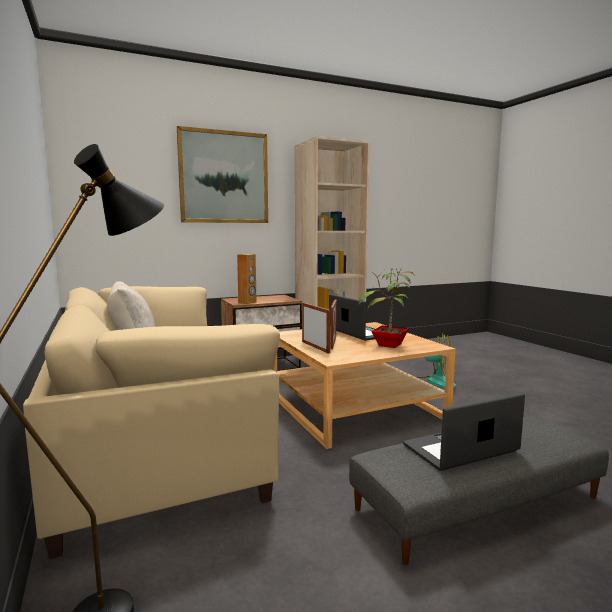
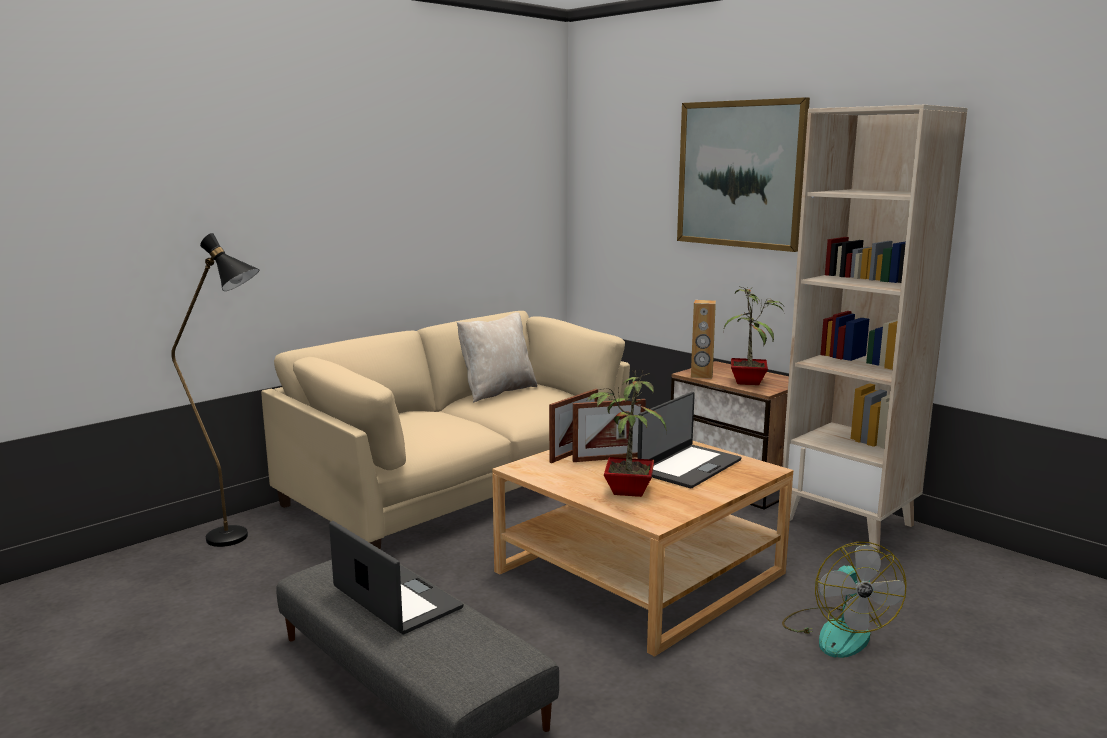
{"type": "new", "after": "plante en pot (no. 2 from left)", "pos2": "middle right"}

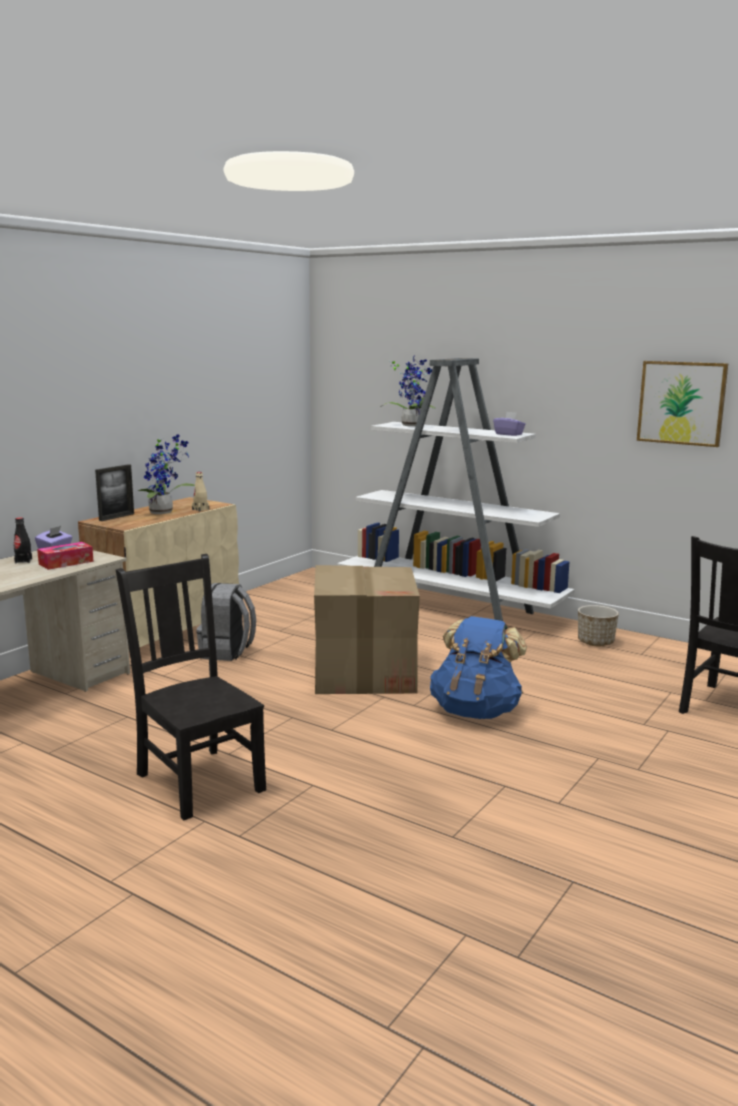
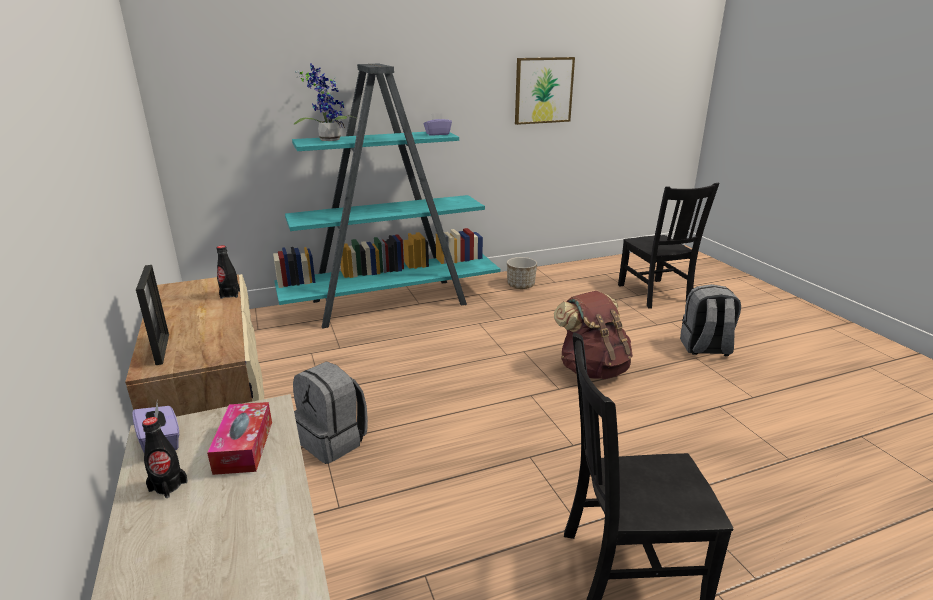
{"type": "gone", "before": "plante en pot (no. 1 from left)", "pos1": "middle left"}
{"type": "gone", "before": "carton", "pos1": "centre"}
{"type": "new", "after": "sac à dos (gris) (no. 2 from left)", "pos2": "middle right"}
{"type": "repainted", "before": "bouteille (beige)", "after": "bouteille (noir) (no. 2 from left)", "pos1": "middle left", "pos2": "middle left"}
{"type": "repainted", "before": "bibliothèque (blanc)", "after": "bibliothèque (turquoise)", "pos1": "centre", "pos2": "top centre"}
{"type": "repainted", "before": "sac à dos (bleu)", "after": "sac à dos (marron)", "pos1": "centre", "pos2": "centre"}

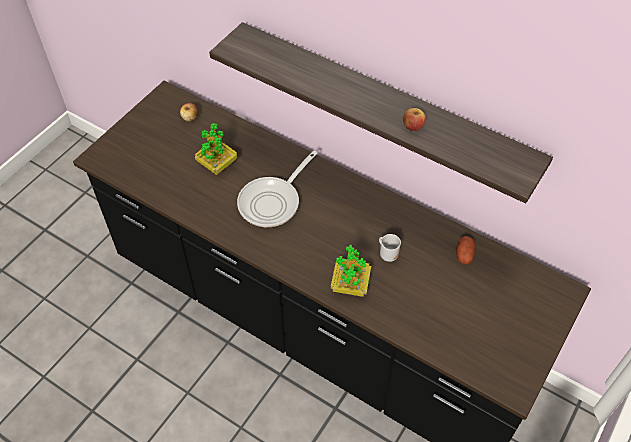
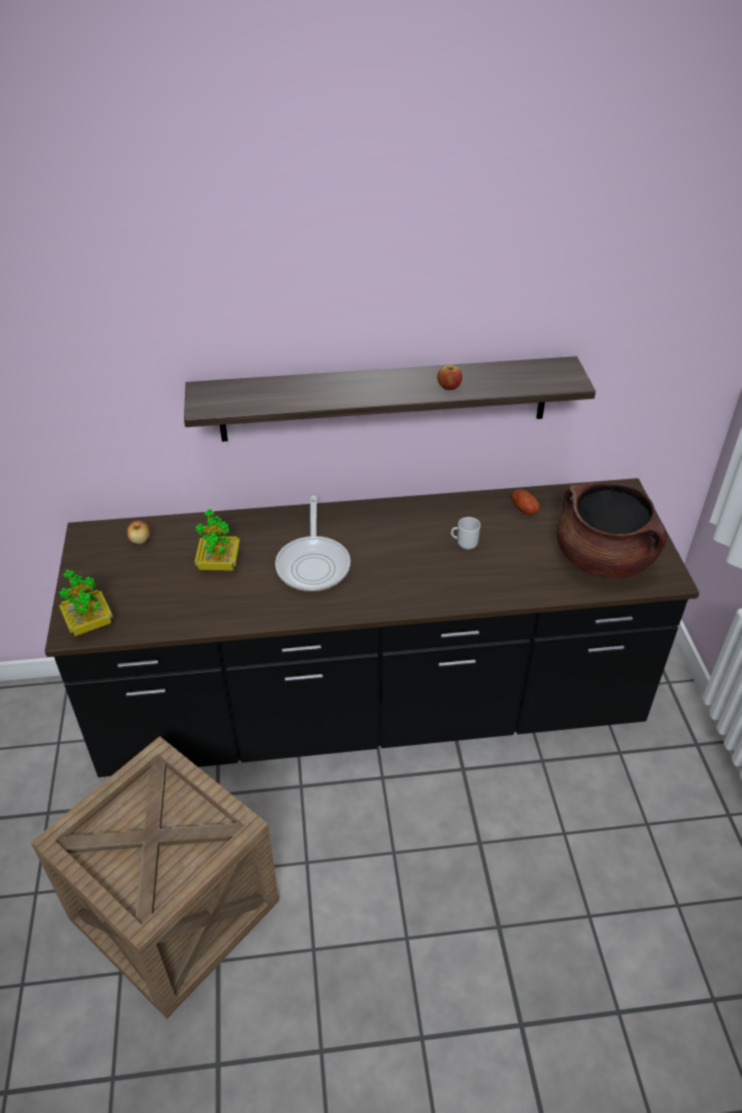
{"type": "new", "after": "caisse", "pos2": "bottom left"}
{"type": "new", "after": "marmite (marron)", "pos2": "middle right"}
{"type": "shifted", "before": "plante en pot (no. 2 from left in the first image)", "after": "plante en pot (no. 1 from left)", "pos1": "centre", "pos2": "middle left"}

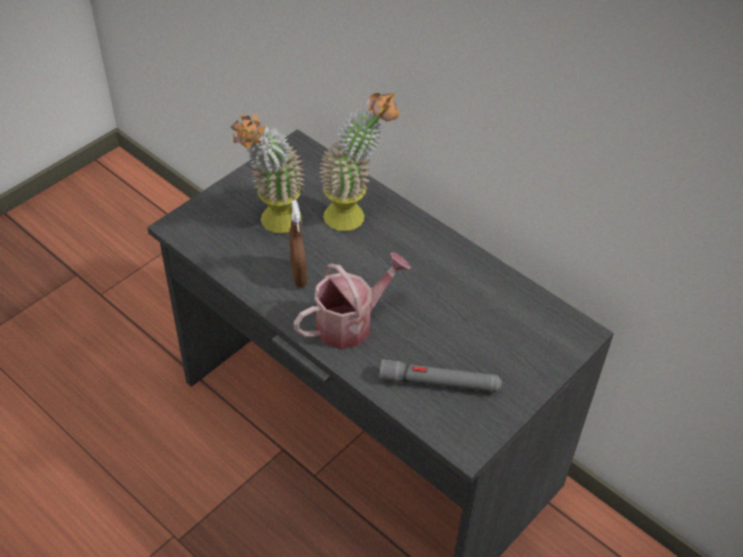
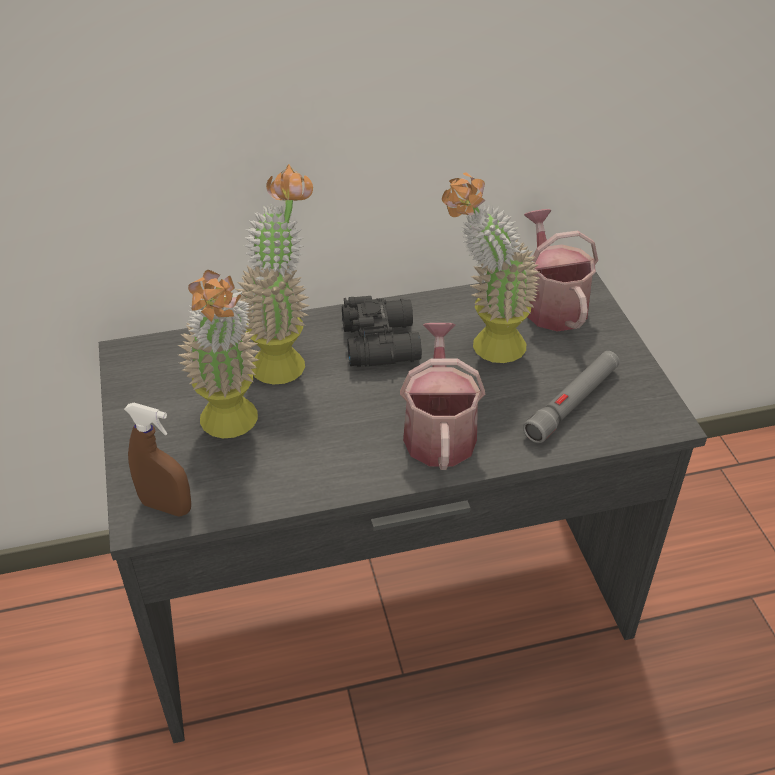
{"type": "new", "after": "jumelles (noir)", "pos2": "centre"}
{"type": "new", "after": "plante en pot (no. 3 from left)", "pos2": "centre"}
{"type": "new", "after": "arrosoir (no. 2 from left)", "pos2": "middle right"}
{"type": "shifted", "before": "vaporisateur (marron)", "pos1": "centre", "pos2": "middle left"}

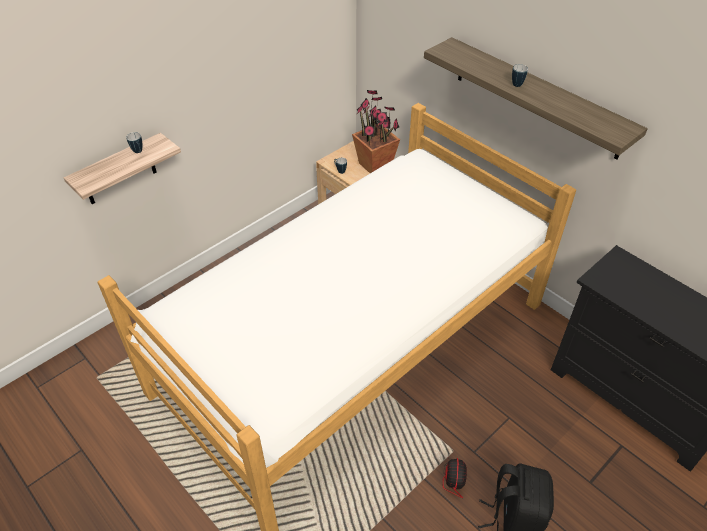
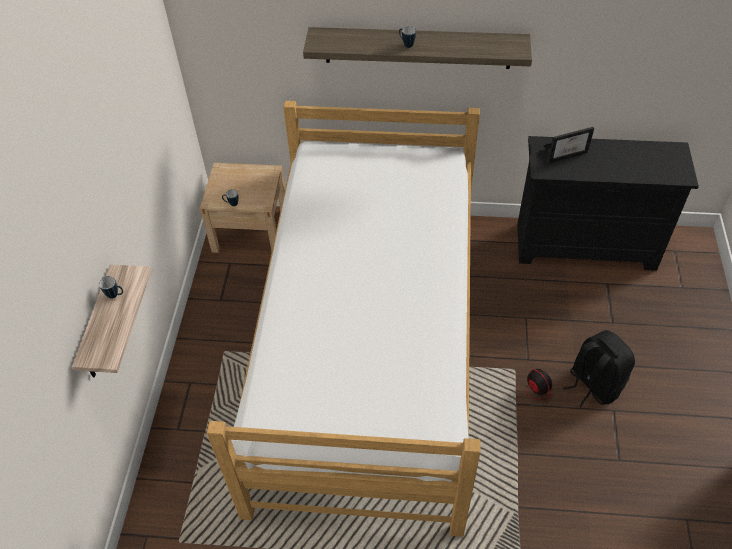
{"type": "gone", "before": "plante en pot", "pos1": "top centre"}
{"type": "new", "after": "cadre photo", "pos2": "top right"}

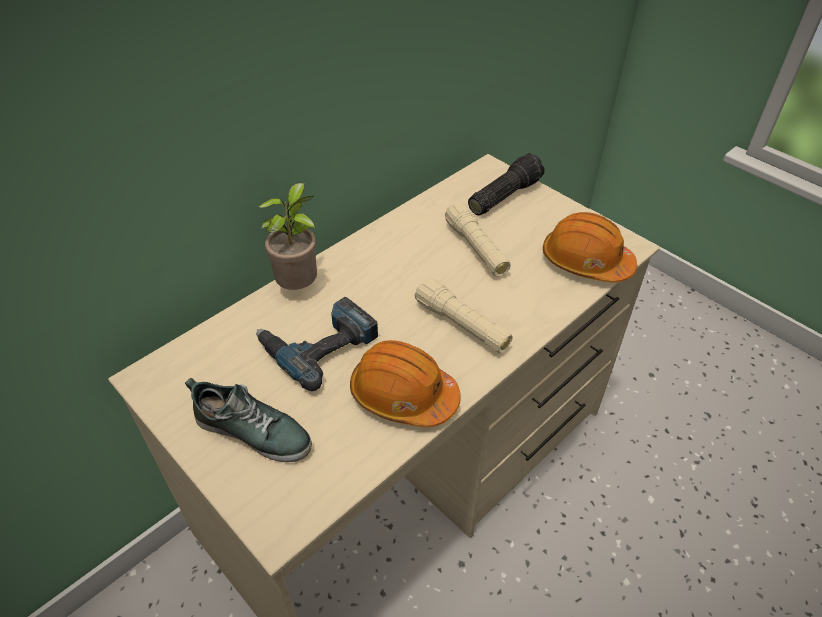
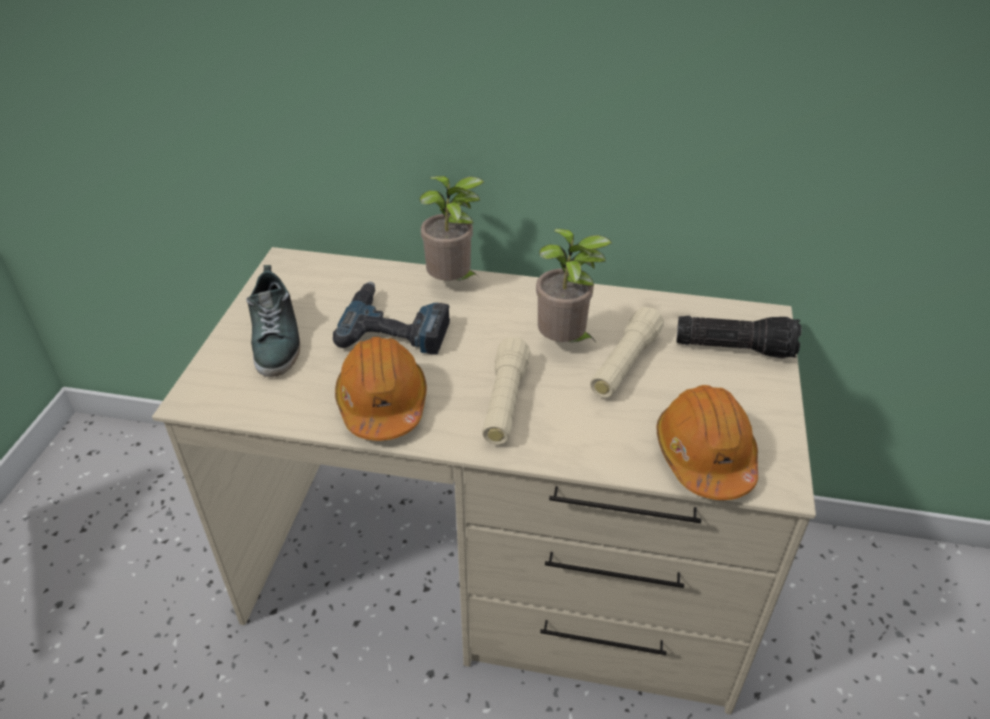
{"type": "new", "after": "plante en pot (no. 2 from left)", "pos2": "centre"}

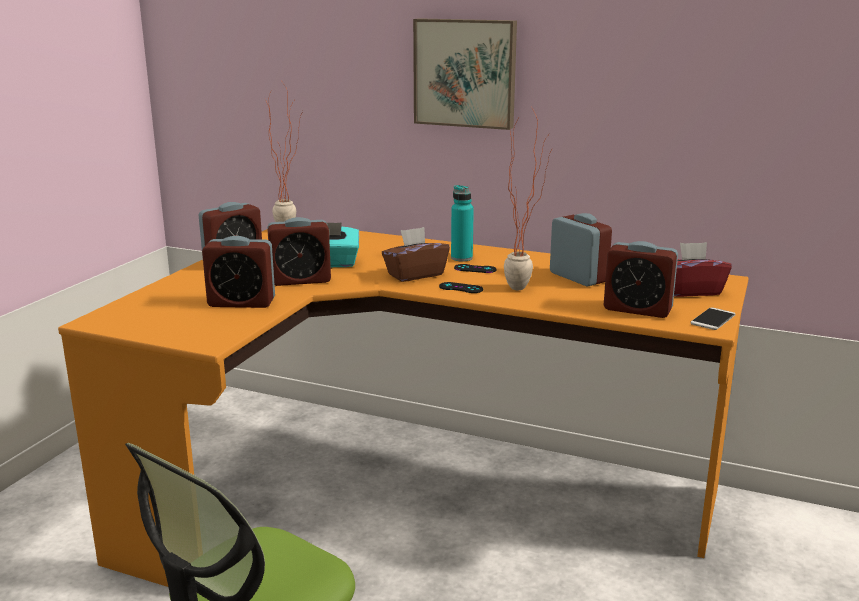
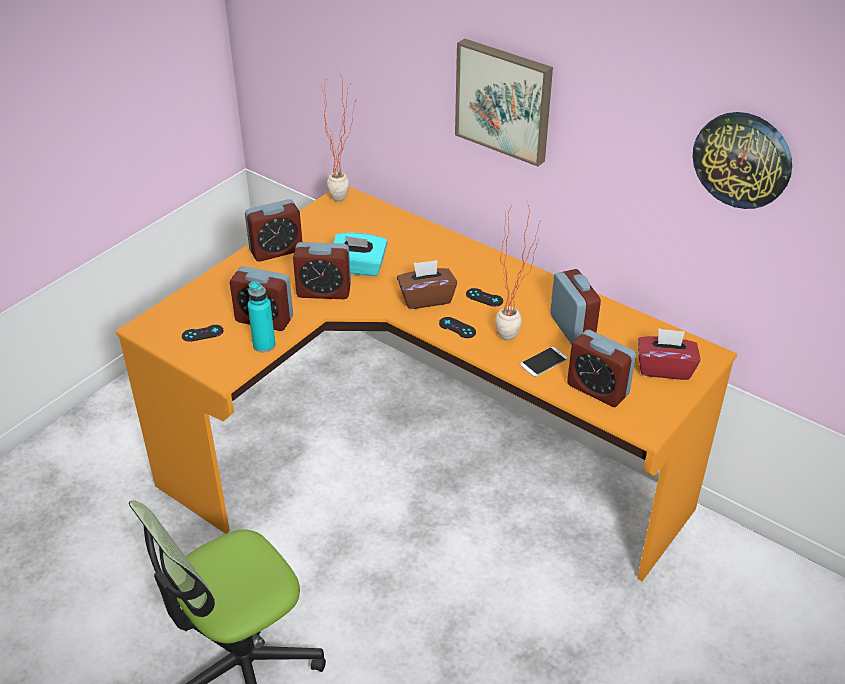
{"type": "new", "after": "manette (noir) (no. 1 from left)", "pos2": "middle left"}
{"type": "new", "after": "horloge murale", "pos2": "top right"}
{"type": "shifted", "before": "bouteille (turquoise)", "pos1": "centre", "pos2": "middle left"}
{"type": "shifted", "before": "téléphone", "pos1": "middle right", "pos2": "centre"}

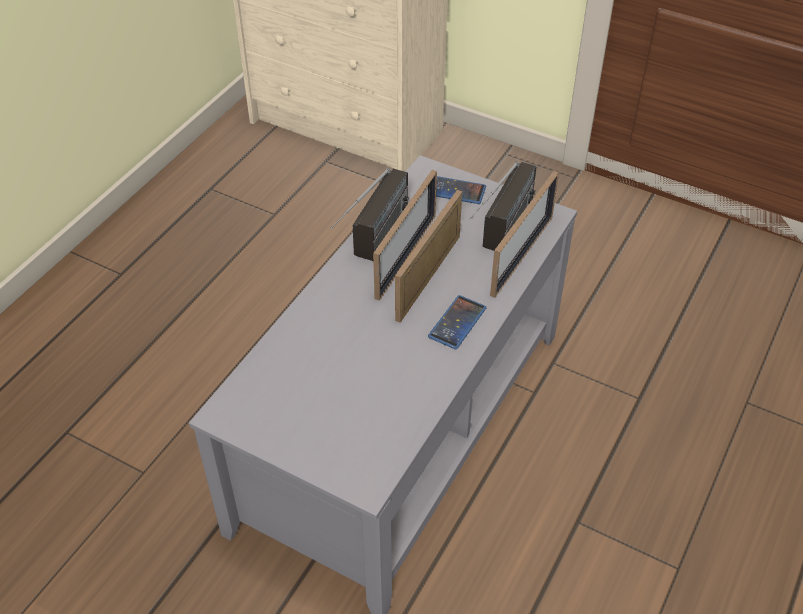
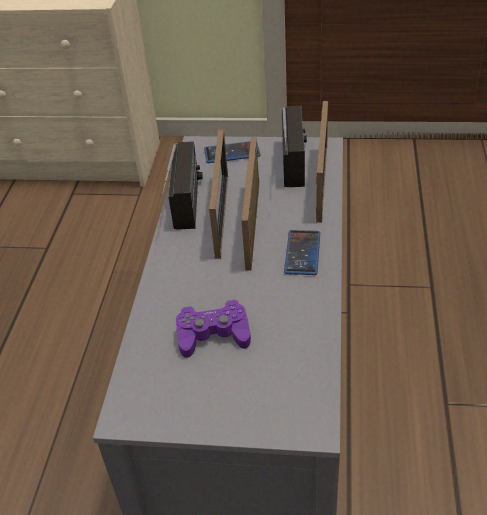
{"type": "new", "after": "manette (violet)", "pos2": "centre"}

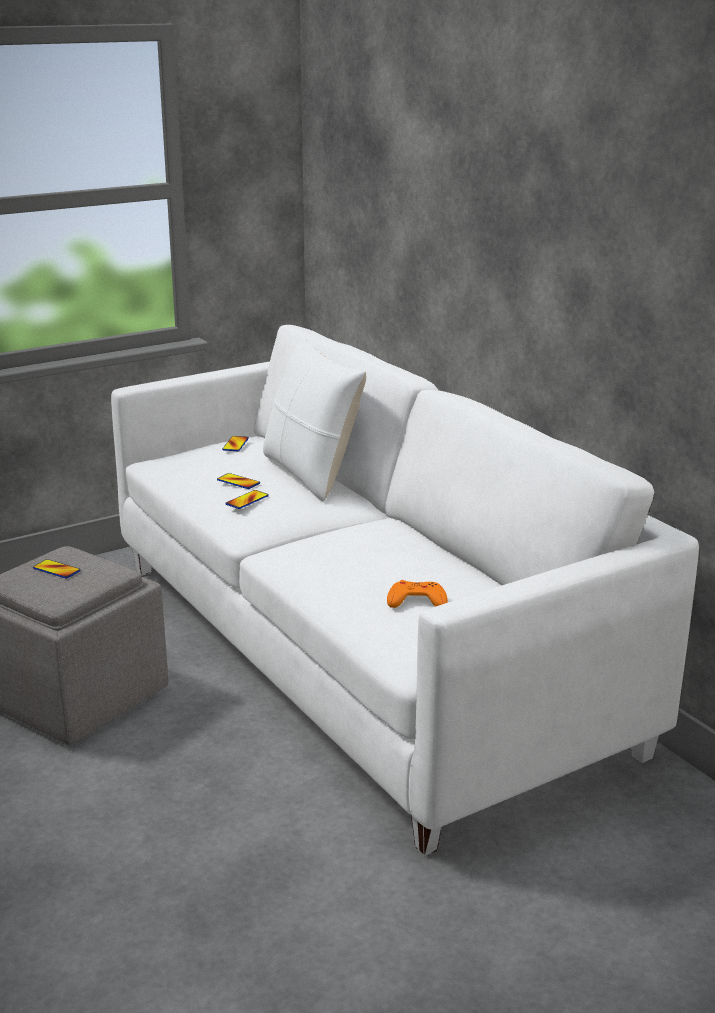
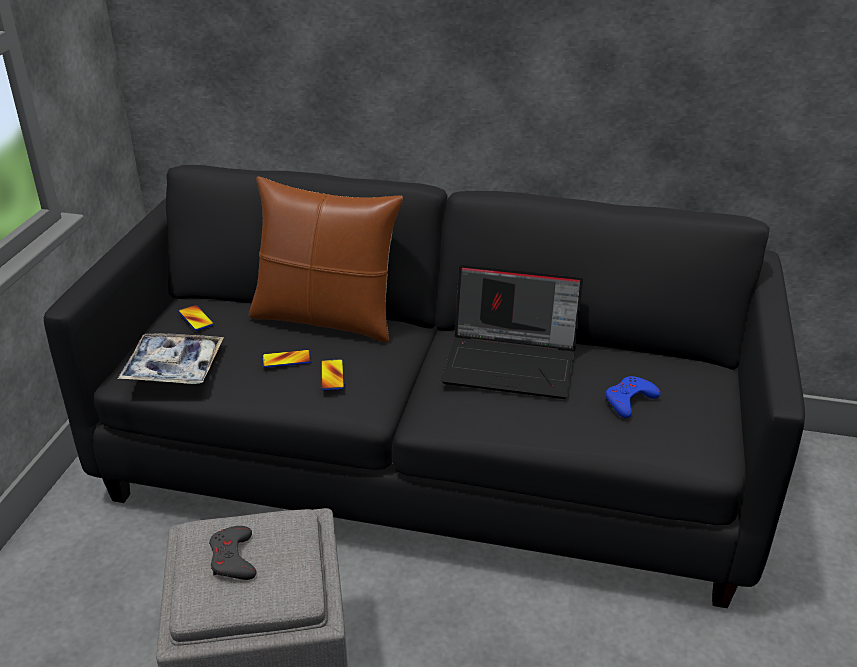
{"type": "new", "after": "plateau", "pos2": "middle left"}
{"type": "new", "after": "ordinateur portable", "pos2": "centre"}
{"type": "swapped", "before": "téléphone (no. 1 from left)", "after": "manette (gris)", "pos1": "middle left", "pos2": "bottom left"}
{"type": "repainted", "before": "canapé (blanc)", "after": "canapé (noir)", "pos1": "centre", "pos2": "centre"}
{"type": "repainted", "before": "coussin (blanc)", "after": "coussin (marron)", "pos1": "centre", "pos2": "centre"}
{"type": "repainted", "before": "manette (orange)", "after": "manette (bleu)", "pos1": "centre", "pos2": "middle right"}

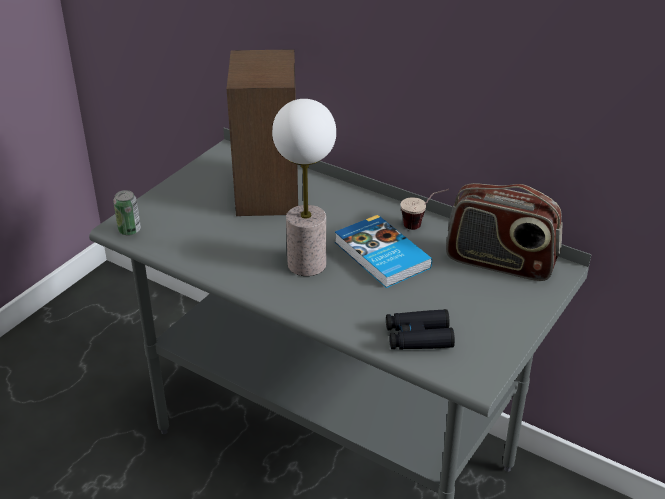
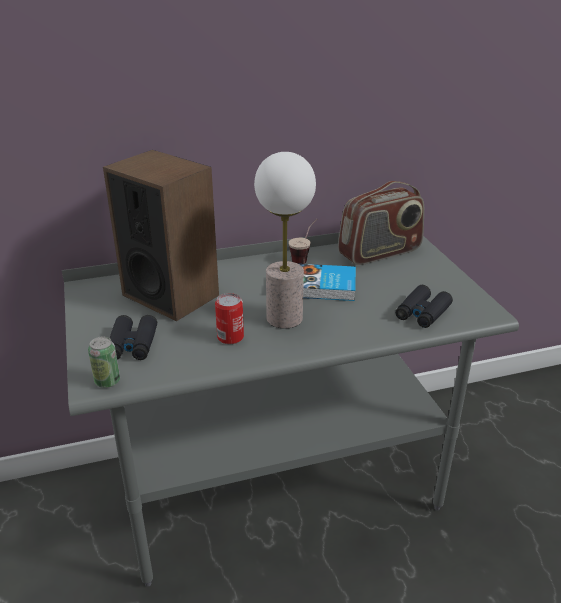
{"type": "new", "after": "jumelles (noir) (no. 1 from left)", "pos2": "middle left"}
{"type": "new", "after": "boîte métallique (no. 2 from left)", "pos2": "centre"}

